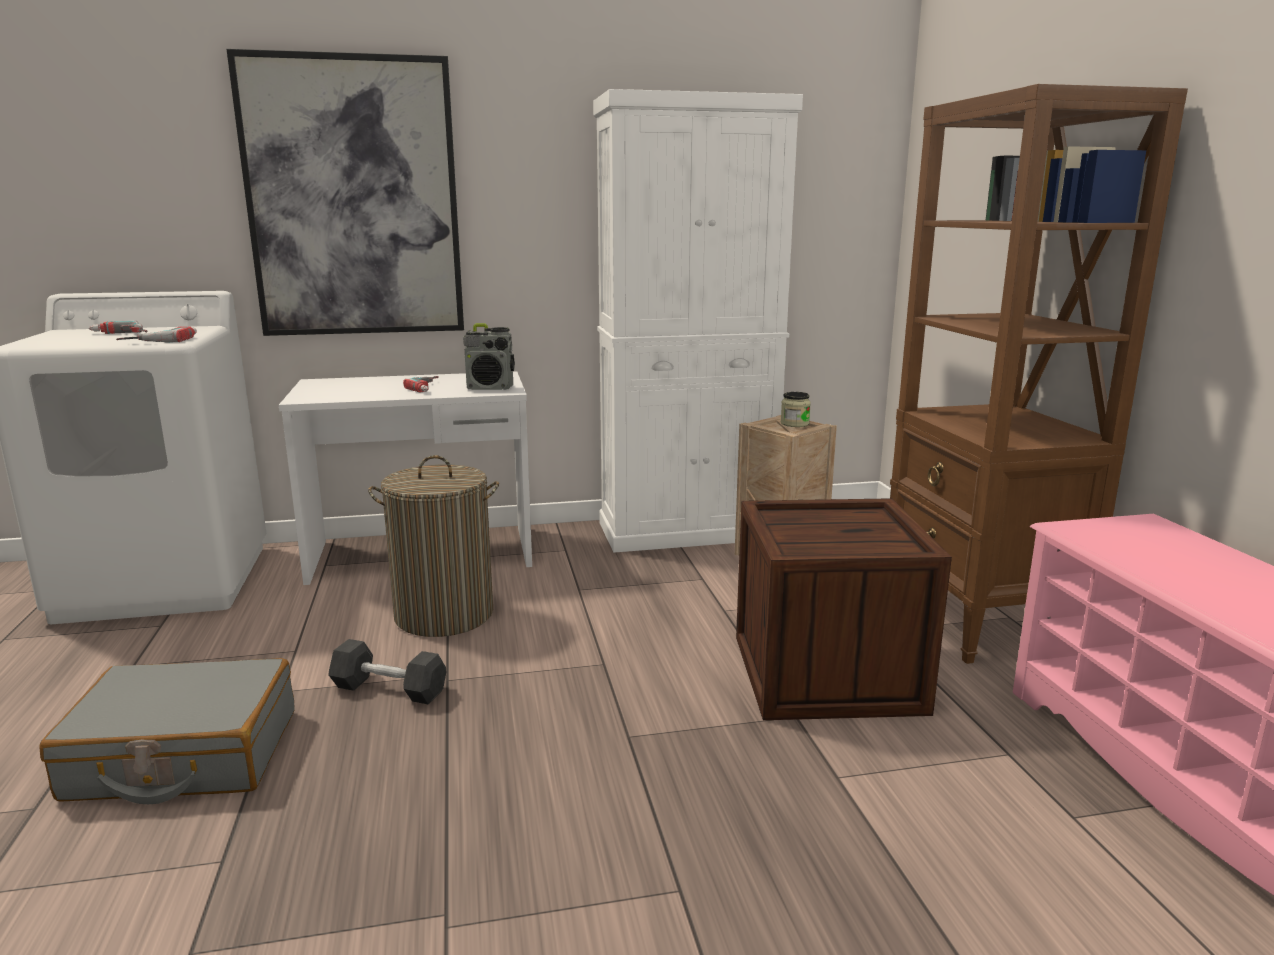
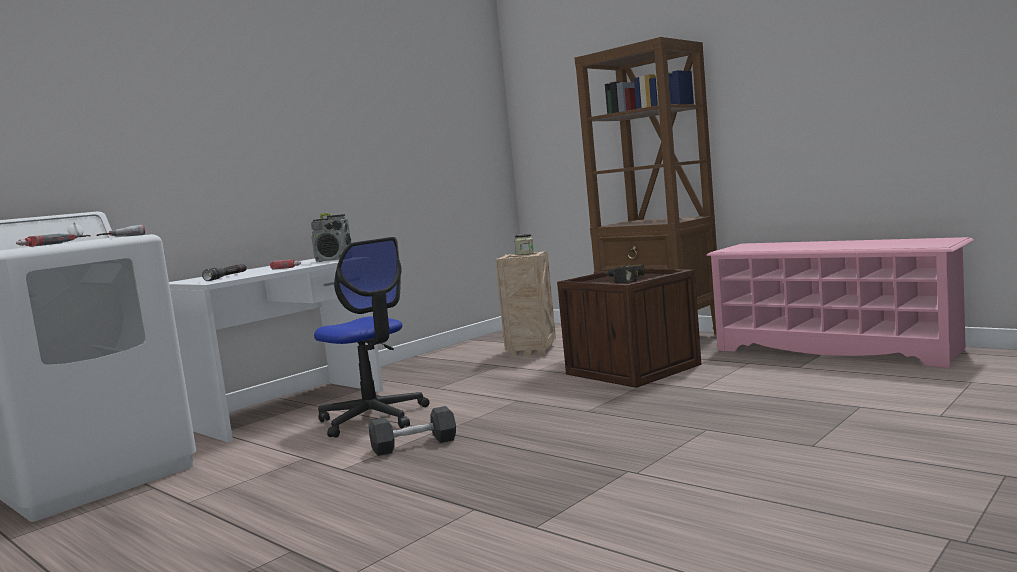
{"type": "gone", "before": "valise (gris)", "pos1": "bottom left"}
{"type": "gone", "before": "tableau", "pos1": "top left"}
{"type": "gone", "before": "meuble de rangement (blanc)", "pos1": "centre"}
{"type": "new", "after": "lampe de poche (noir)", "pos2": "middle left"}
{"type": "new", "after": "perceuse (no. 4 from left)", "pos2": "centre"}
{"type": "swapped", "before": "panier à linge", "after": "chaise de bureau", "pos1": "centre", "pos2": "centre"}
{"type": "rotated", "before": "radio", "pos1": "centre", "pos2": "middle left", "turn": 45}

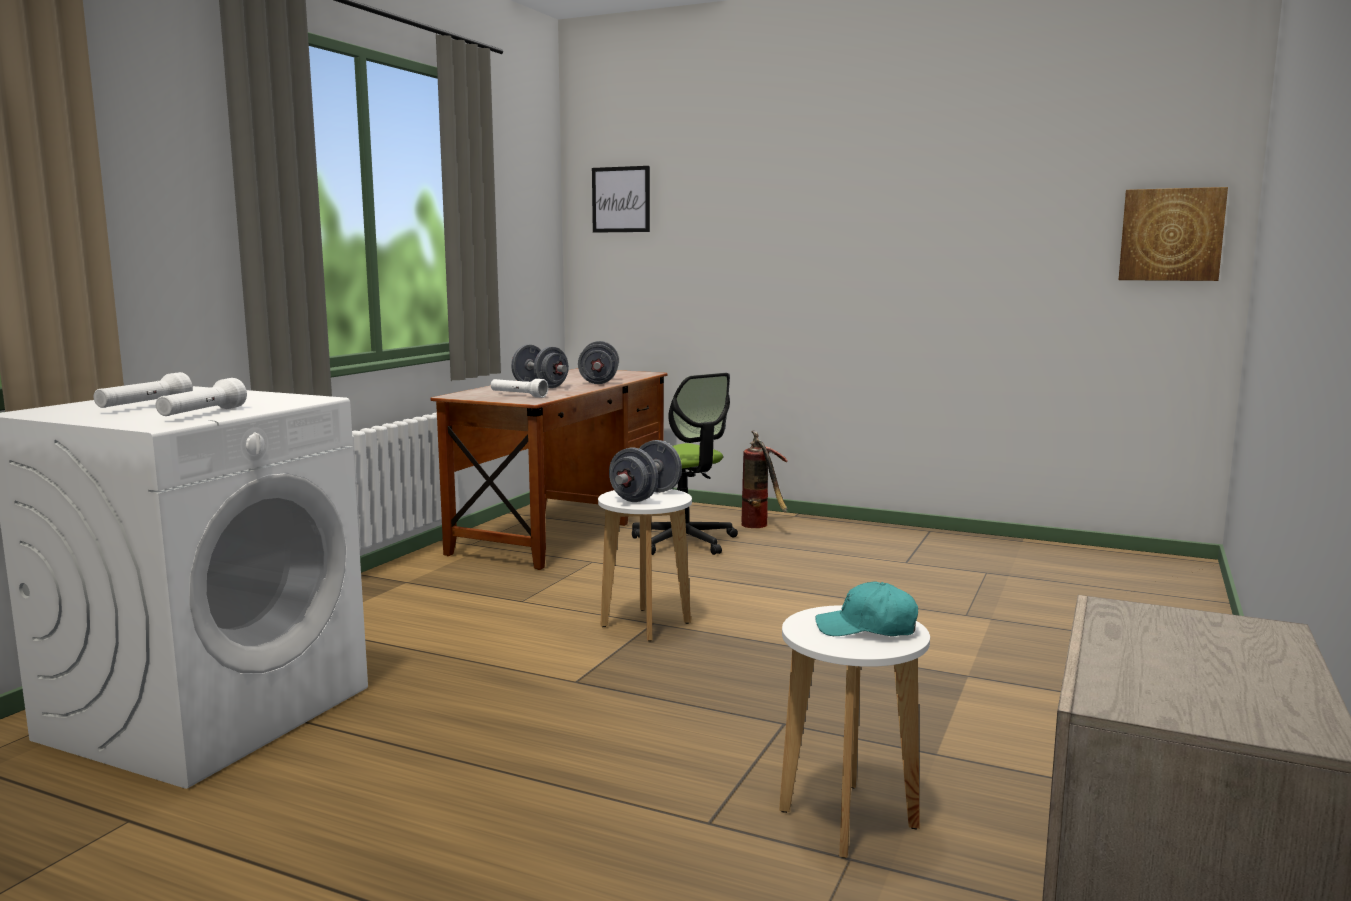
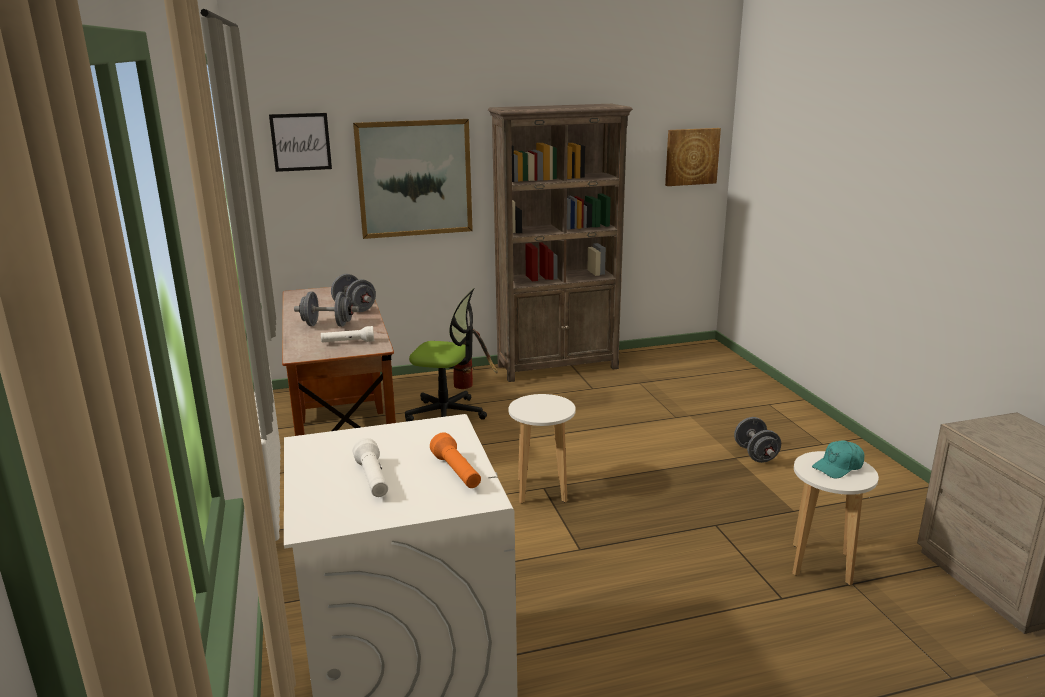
{"type": "new", "after": "tableau (no. 2 from left)", "pos2": "top centre"}
{"type": "new", "after": "bibliothèque (marron)", "pos2": "centre"}
{"type": "shifted", "before": "haltère (gris) (no. 3 from left)", "pos1": "centre", "pos2": "middle right"}
{"type": "repainted", "before": "lampe de poche (blanc) (no. 2 from left)", "after": "lampe de poche (orange)", "pos1": "middle left", "pos2": "centre"}

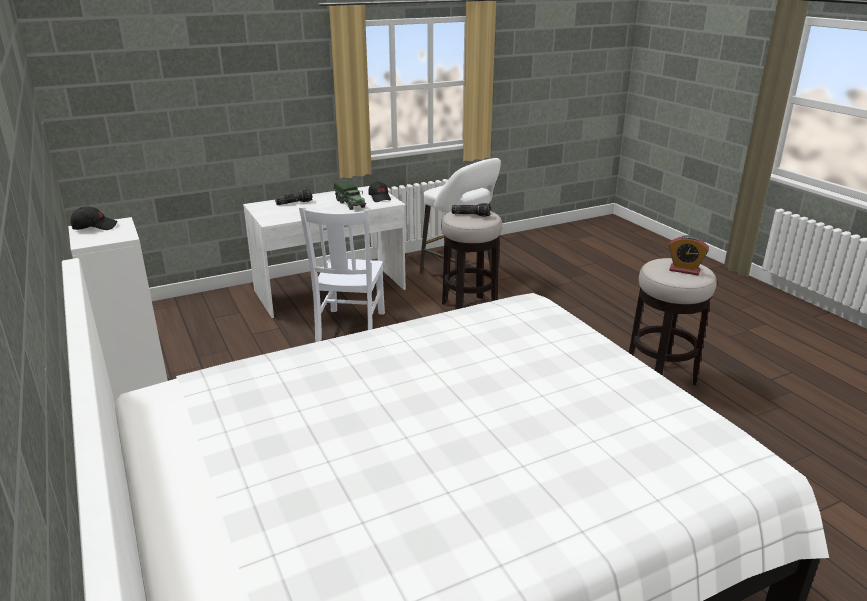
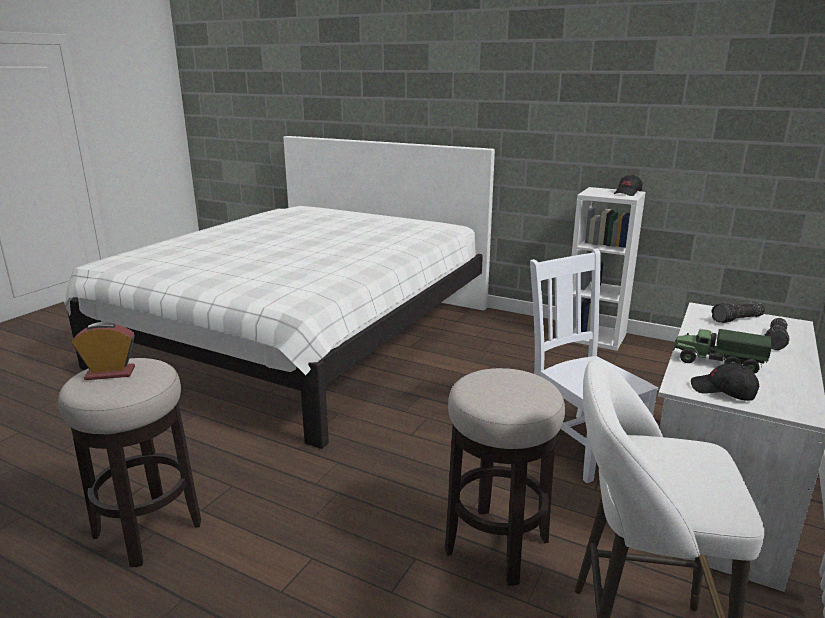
{"type": "shifted", "before": "lampe de poche (no. 2 from left in the first image)", "after": "lampe de poche (no. 1 from left)", "pos1": "centre", "pos2": "middle right"}

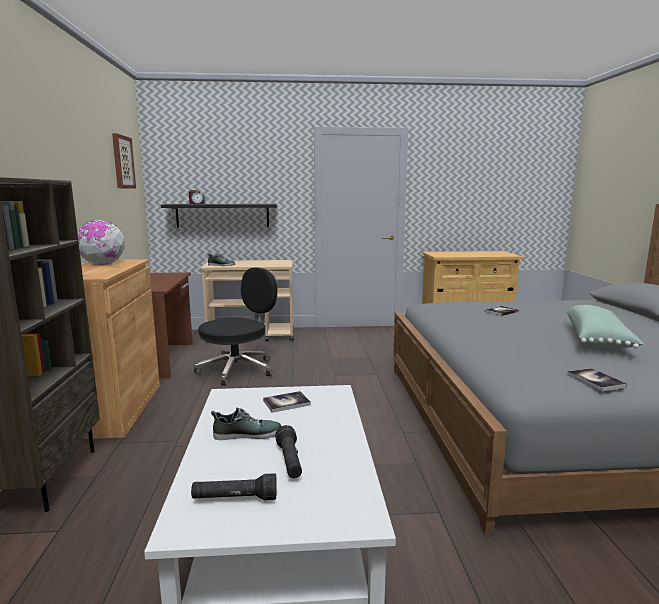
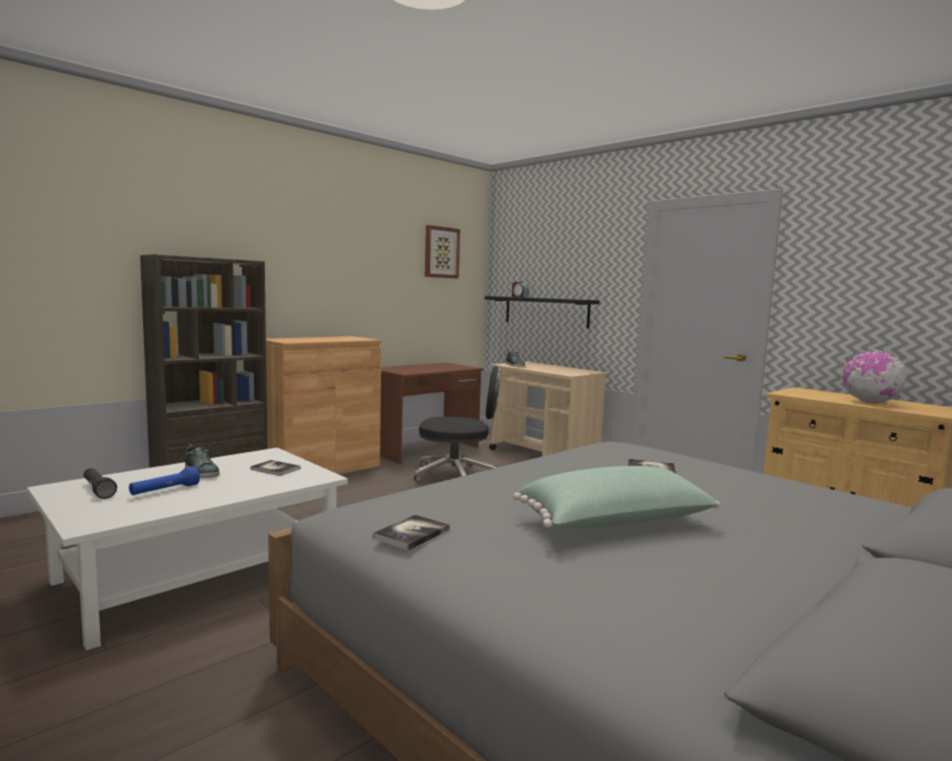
{"type": "shifted", "before": "globe", "pos1": "middle left", "pos2": "middle right"}
{"type": "repainted", "before": "lampe de poche (noir) (no. 2 from left)", "after": "lampe de poche (bleu)", "pos1": "bottom centre", "pos2": "middle left"}

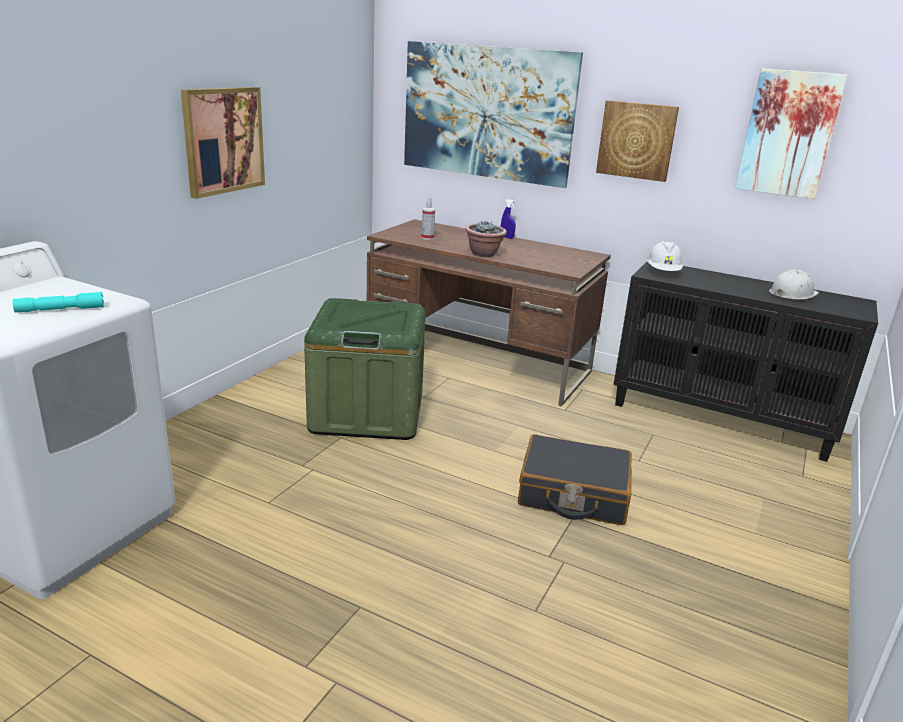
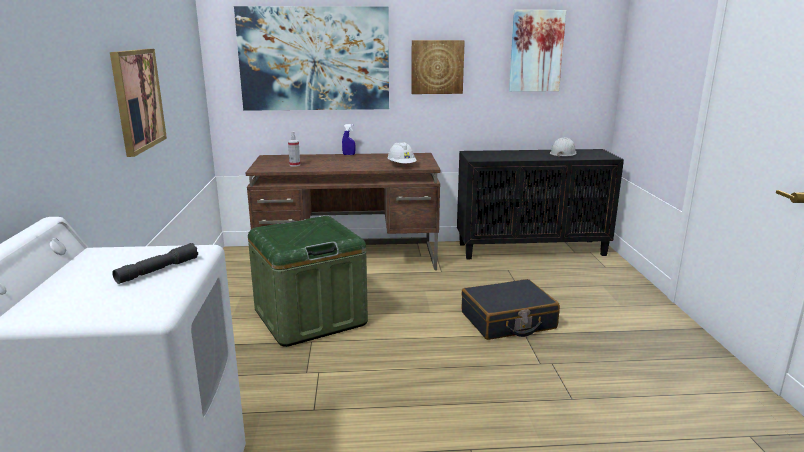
{"type": "gone", "before": "plante en pot", "pos1": "top centre"}
{"type": "shifted", "before": "casque de chantier (blanc) (no. 1 from left)", "pos1": "middle right", "pos2": "centre"}
{"type": "repainted", "before": "lampe de poche (turquoise)", "after": "lampe de poche (gris)", "pos1": "middle left", "pos2": "middle left"}

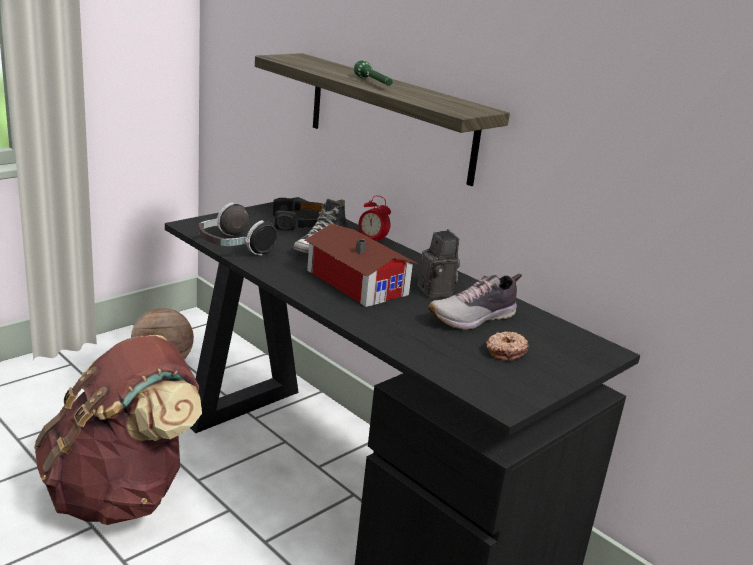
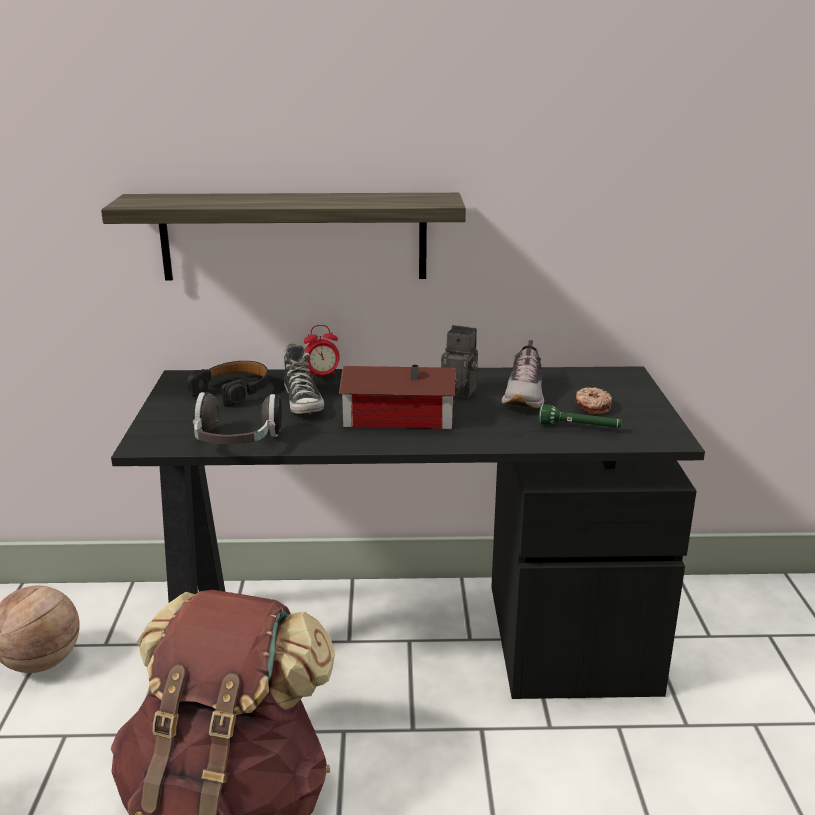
{"type": "shifted", "before": "lampe de poche (vert)", "pos1": "top centre", "pos2": "middle right"}

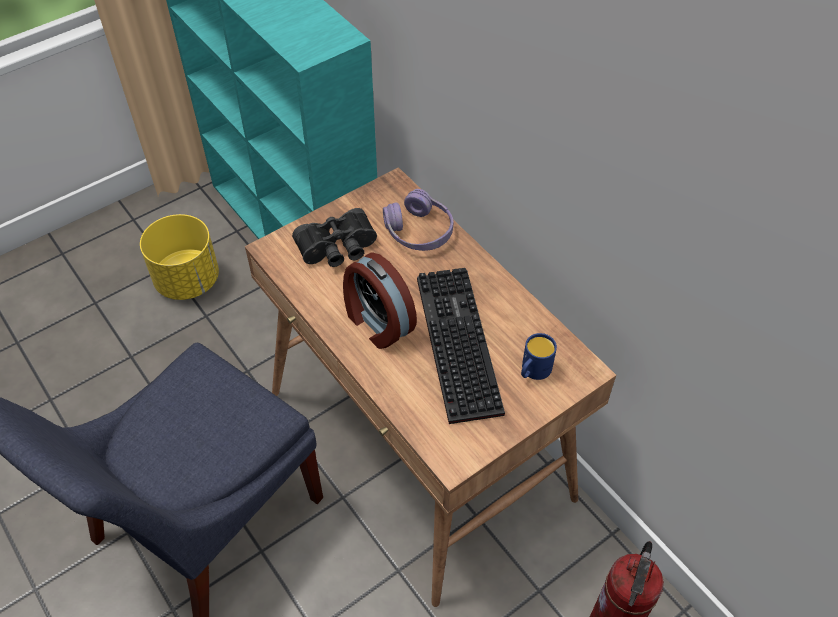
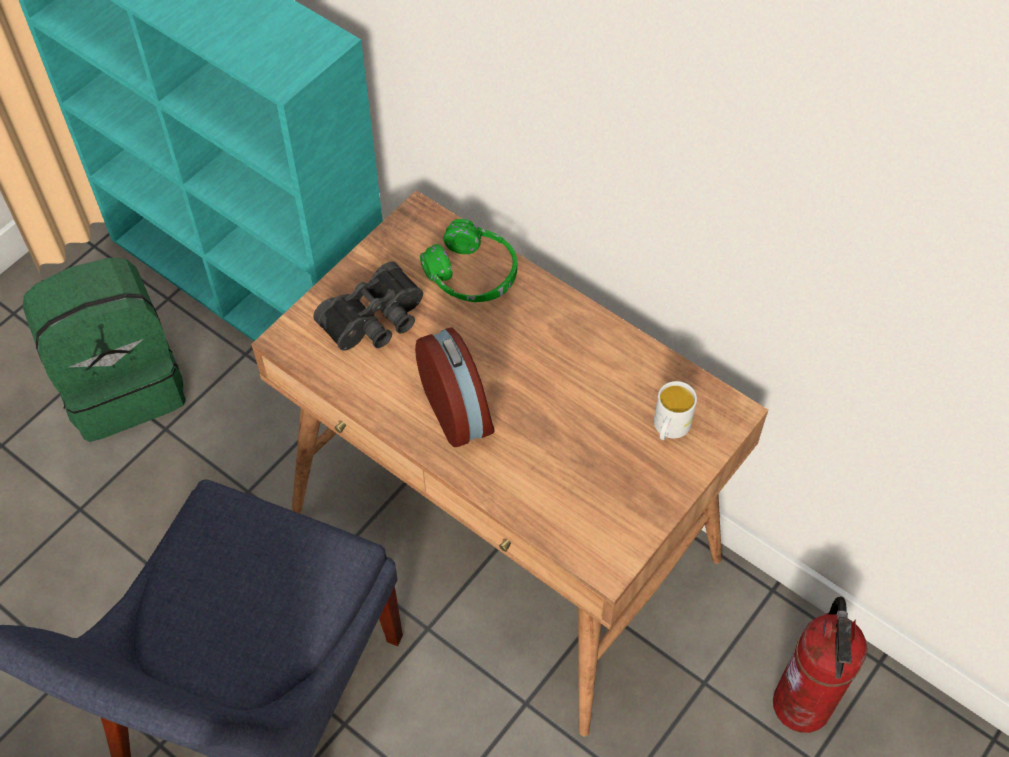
{"type": "gone", "before": "clavier", "pos1": "centre"}
{"type": "swapped", "before": "cache-pot (jaune)", "after": "sac à dos (vert)", "pos1": "middle left", "pos2": "middle left"}
{"type": "repainted", "before": "casque audio (violet)", "after": "casque audio (vert)", "pos1": "centre", "pos2": "centre"}
{"type": "repainted", "before": "mug (bleu)", "after": "mug (blanc)", "pos1": "centre", "pos2": "middle right"}
{"type": "rotated", "before": "réveil", "pos1": "centre", "pos2": "centre", "turn": -150}

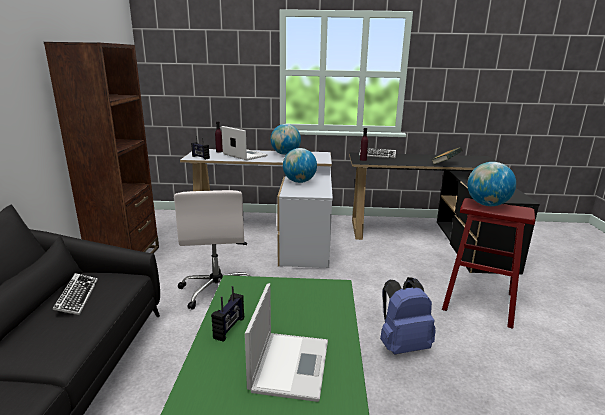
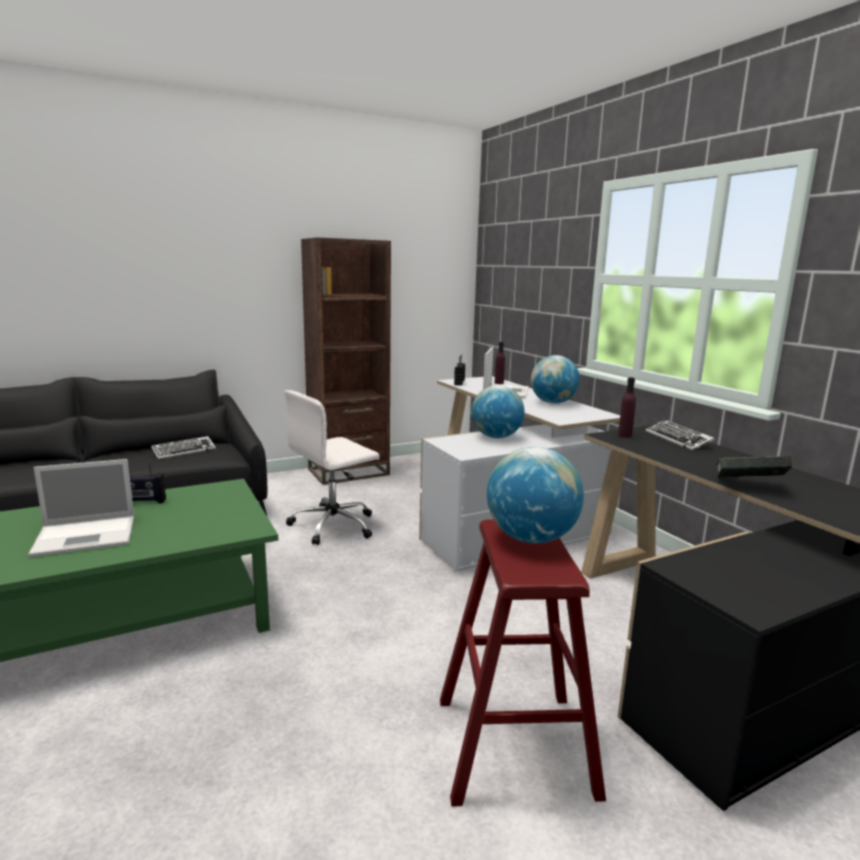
{"type": "gone", "before": "sac à dos (bleu)", "pos1": "bottom right"}

